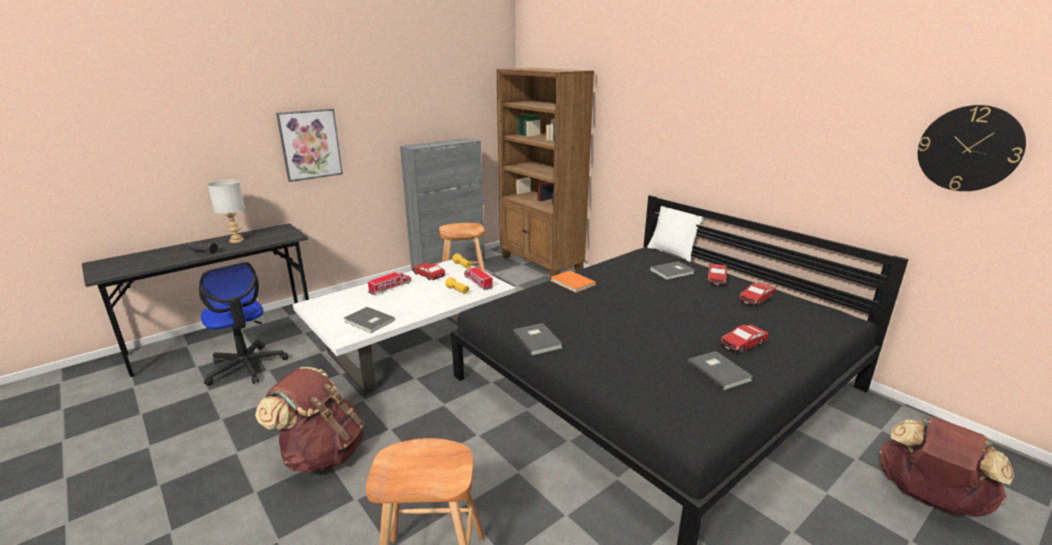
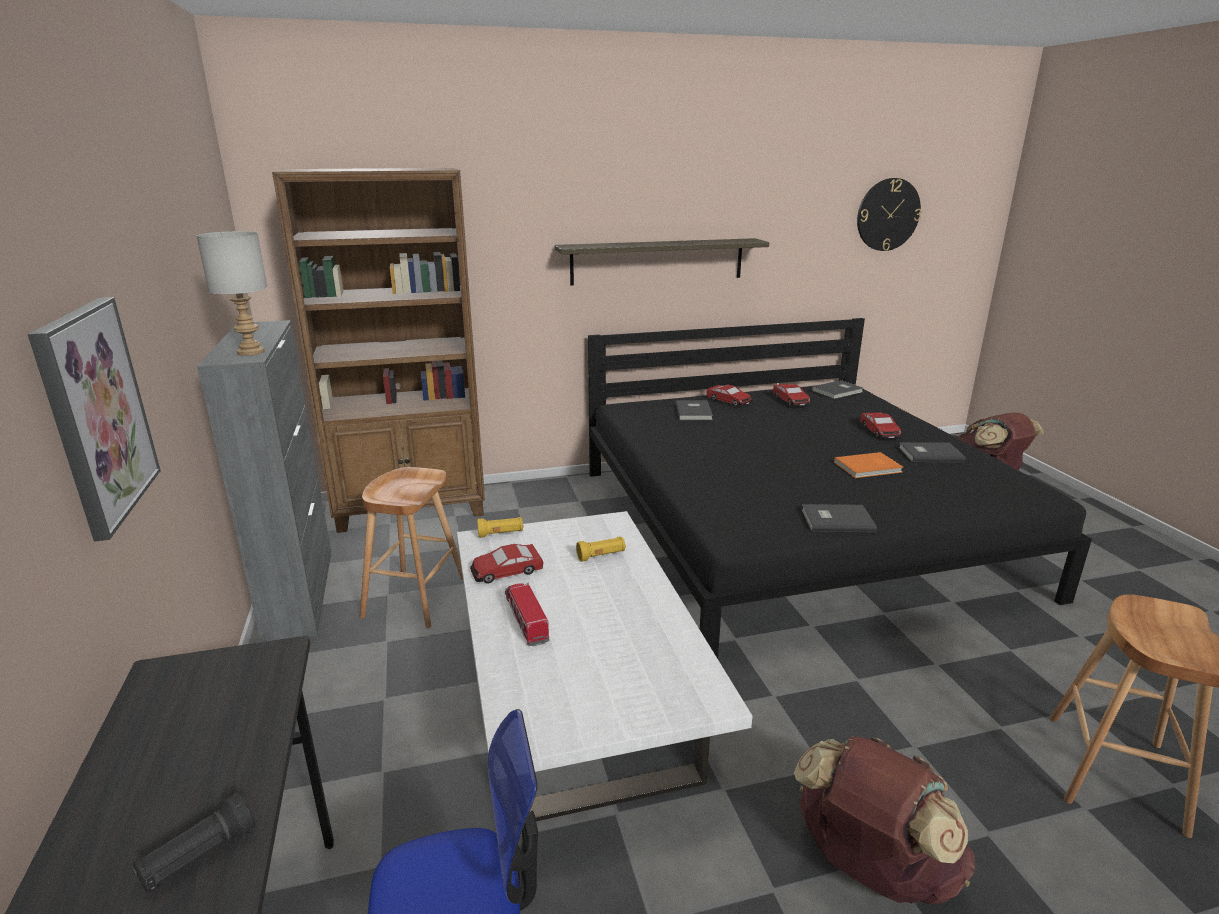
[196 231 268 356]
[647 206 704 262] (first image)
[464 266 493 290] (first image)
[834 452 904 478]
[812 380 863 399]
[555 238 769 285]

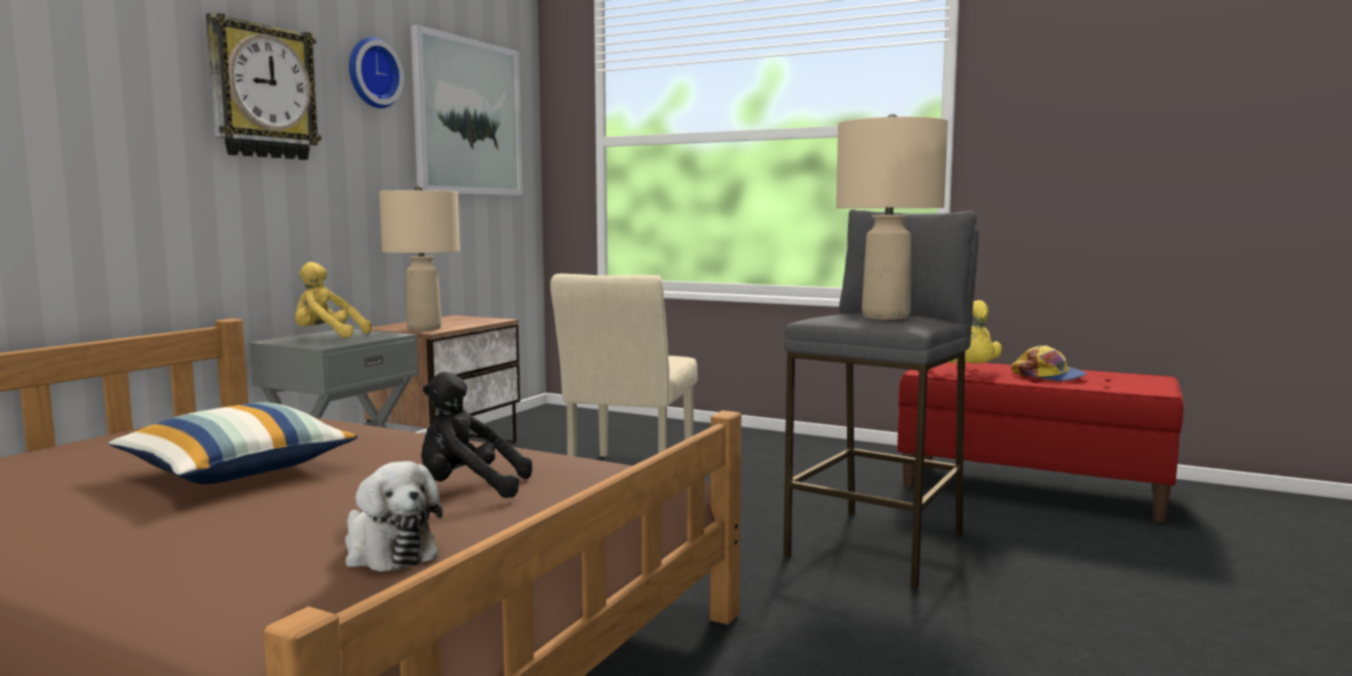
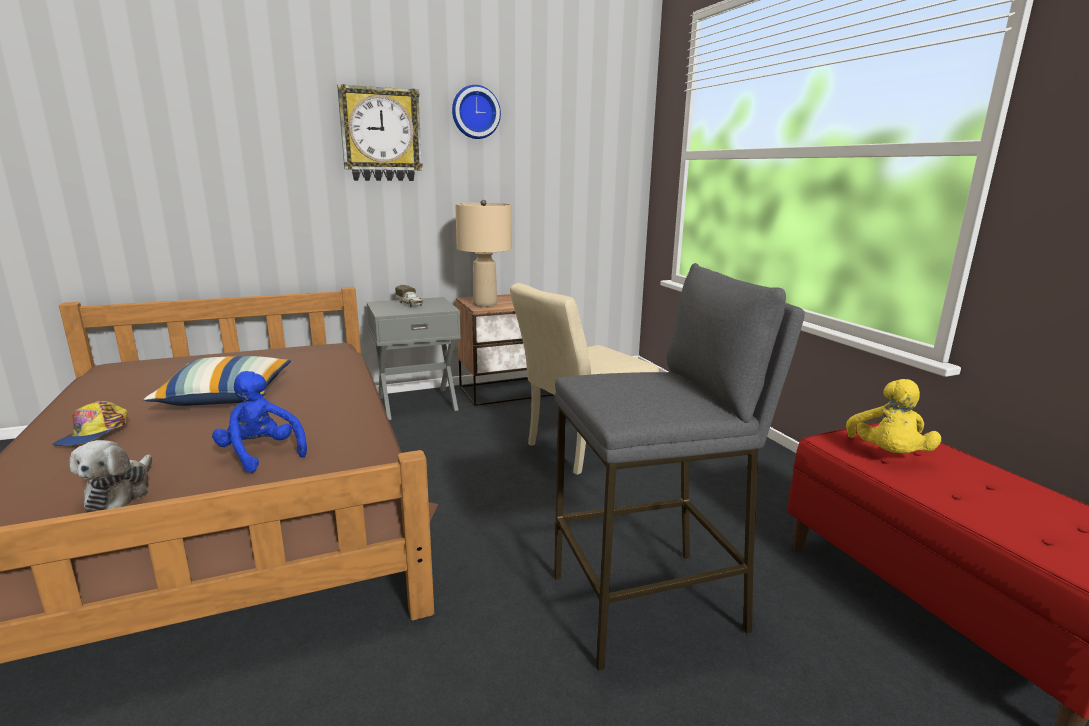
[411 25 523 195] (first image)
[836 114 948 320] (first image)
[395 285 424 307]
[52 401 128 446]
[212 371 307 473]

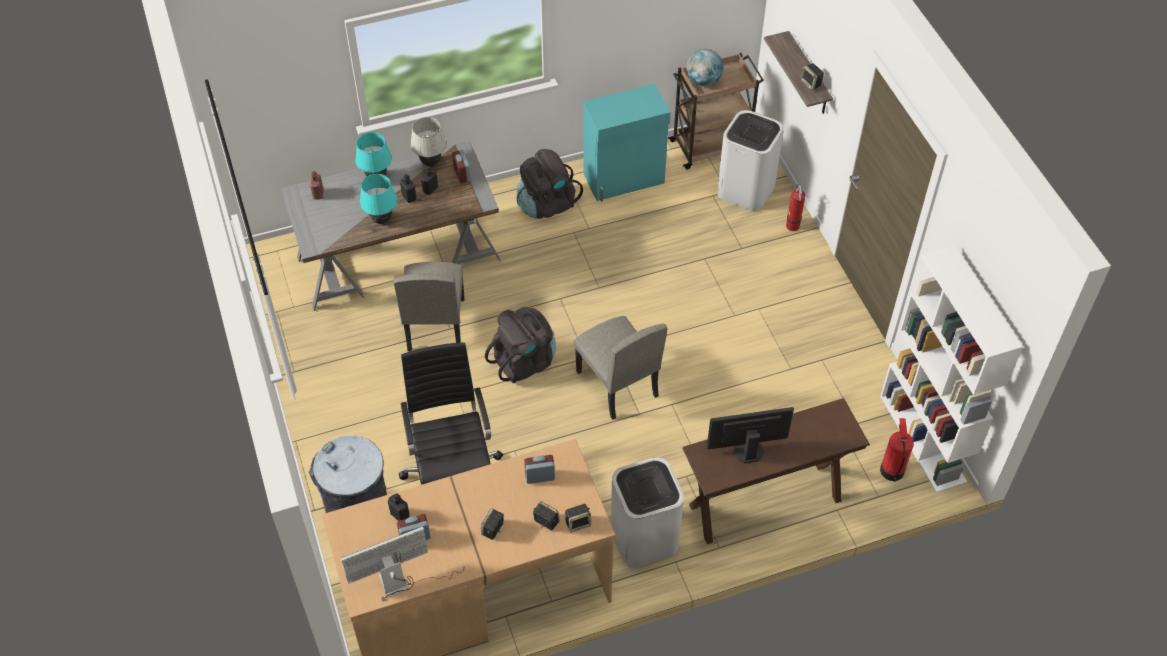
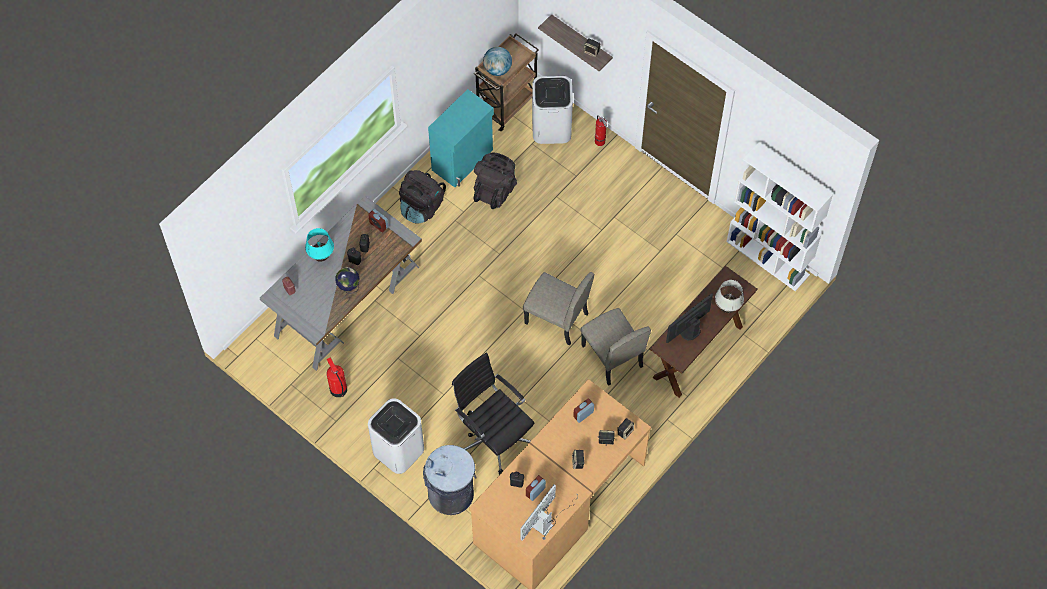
[715 280 744 313]
[335 267 359 293]
[580 308 651 386]
[474 152 517 209]
[327 357 347 397]
[368 398 424 474]

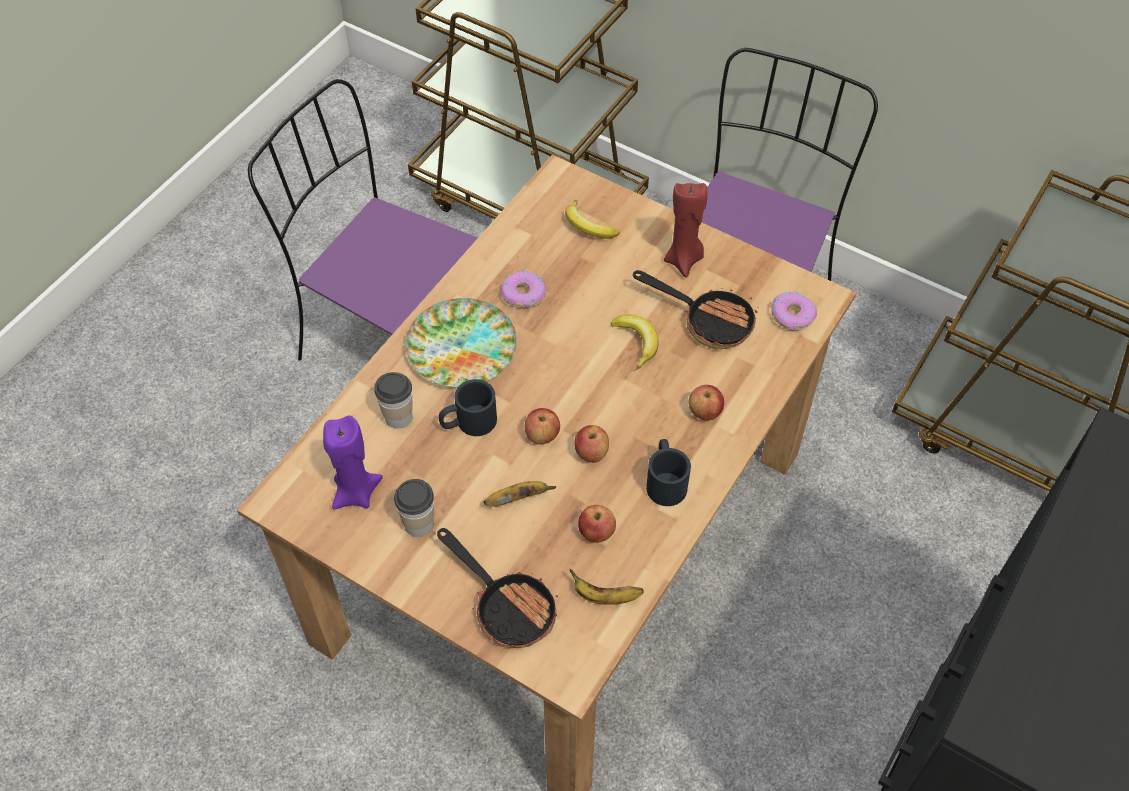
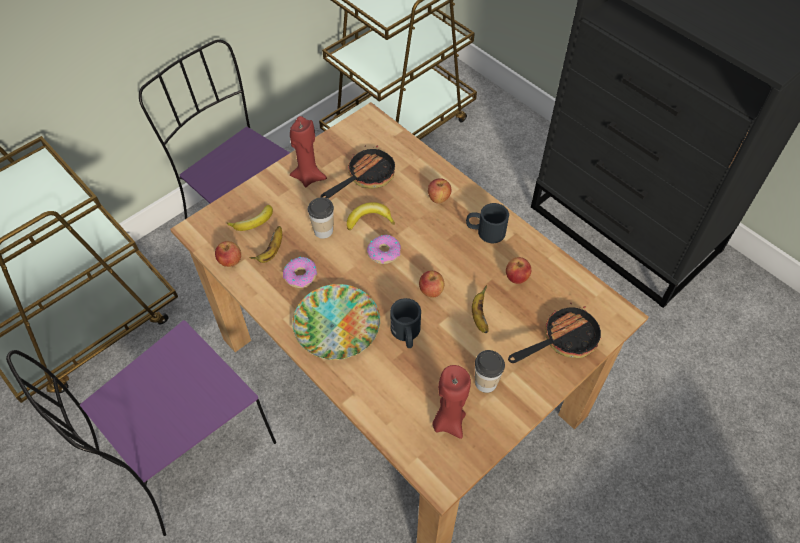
[367 235 401 264]
[308 197 334 239]
[432 365 471 439]
[215 241 241 267]
[250 226 282 263]

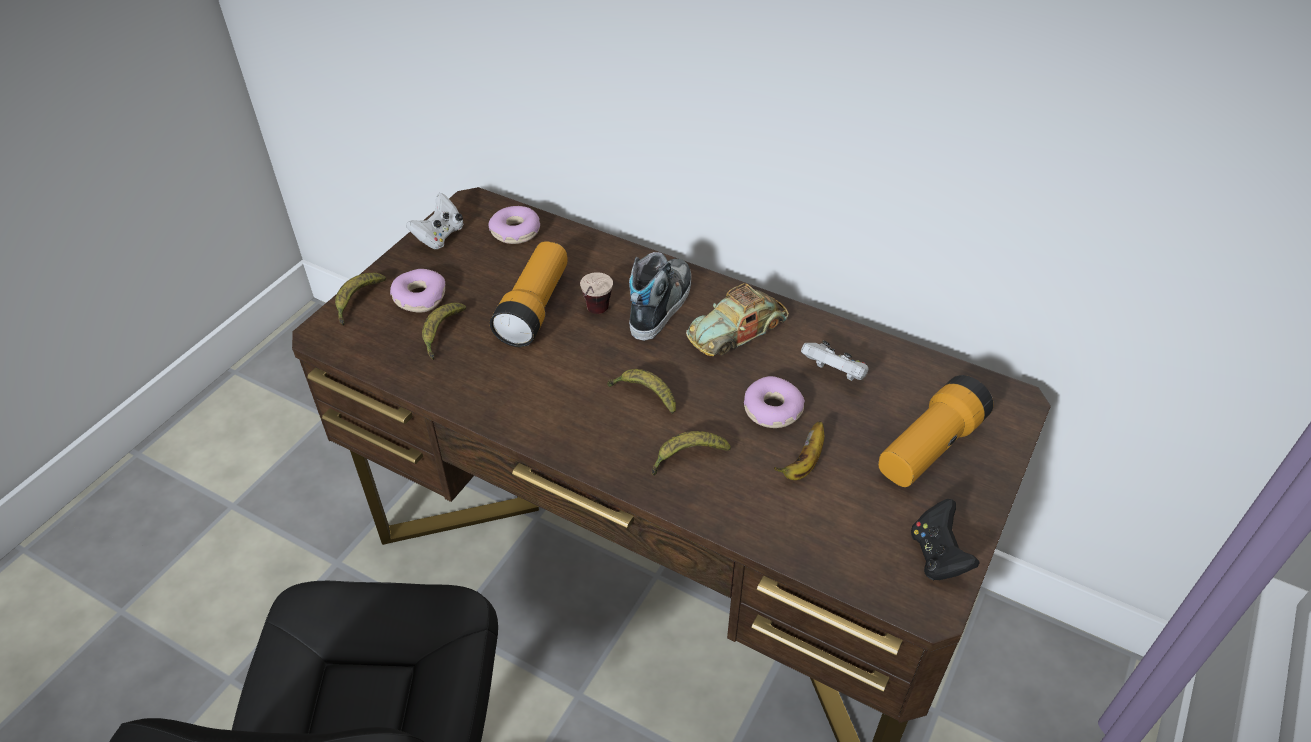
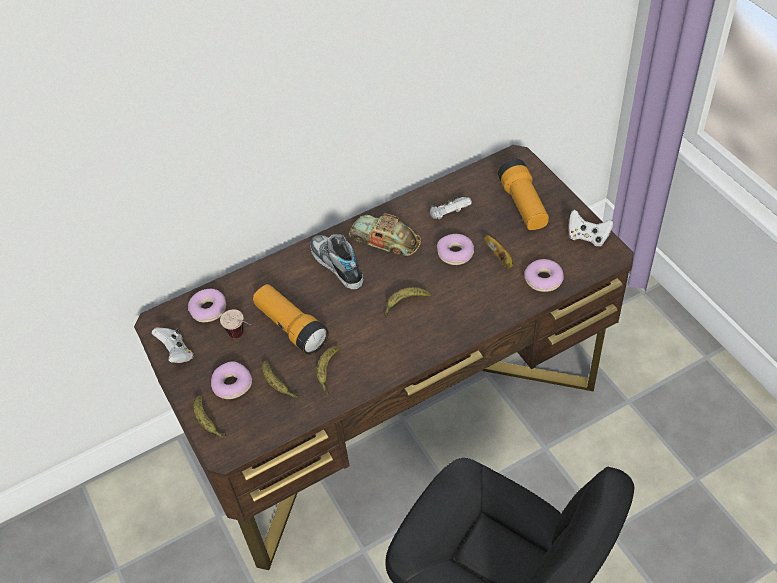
[220 309 251 338]
[349 213 421 257]
[317 346 340 394]
[569 210 613 247]
[524 259 564 292]

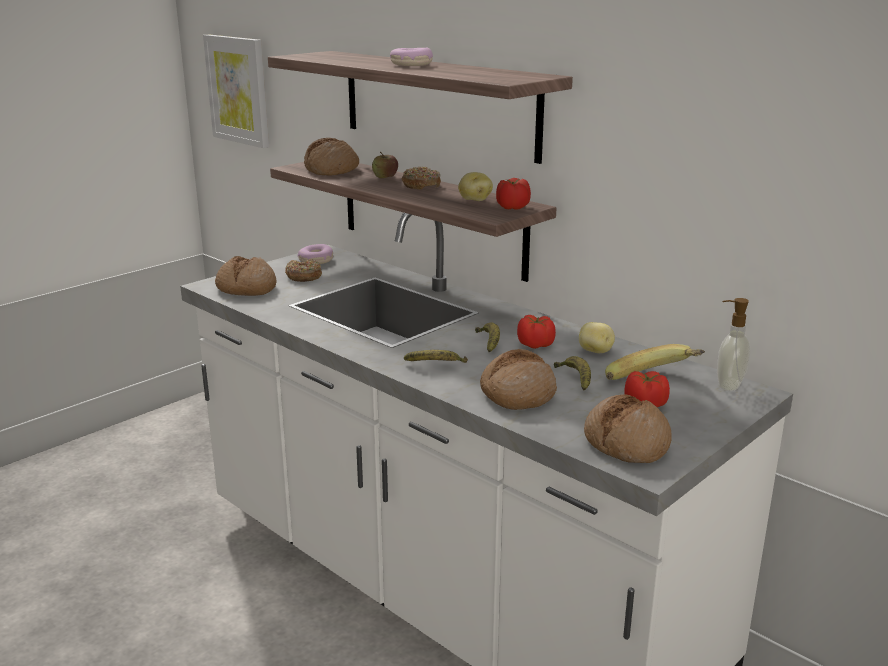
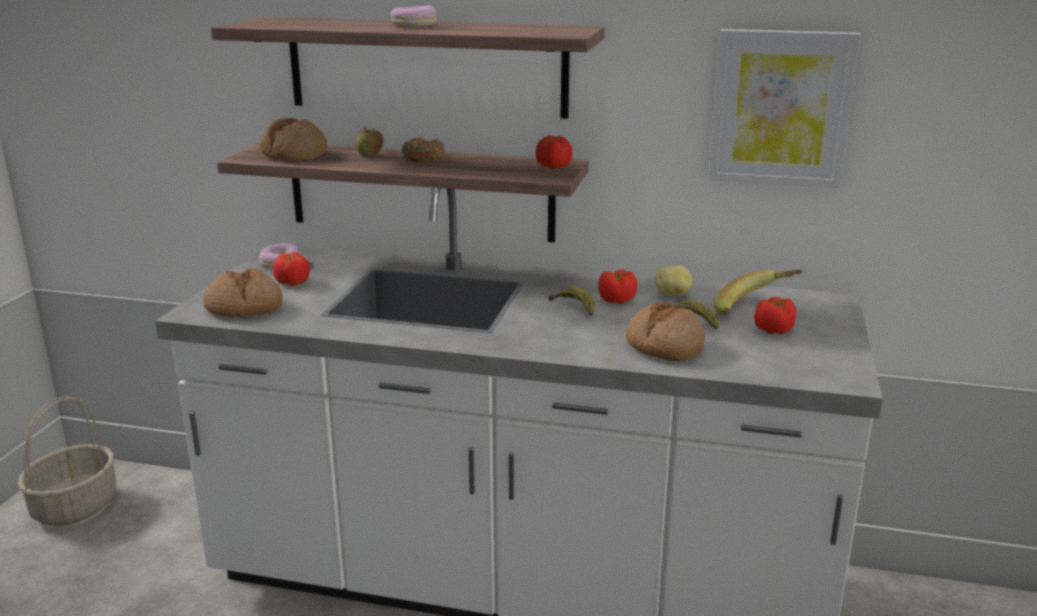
[708 29 861 188]
[458 172 493 201] (first image)
[273 252 310 286]
[717 298 750 391] (first image)
[404 350 468 363] (first image)
[584 395 672 463] (first image)
[18 396 116 526]

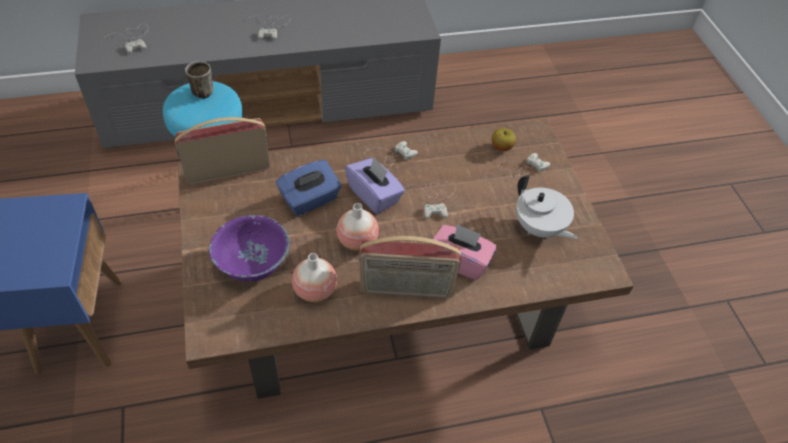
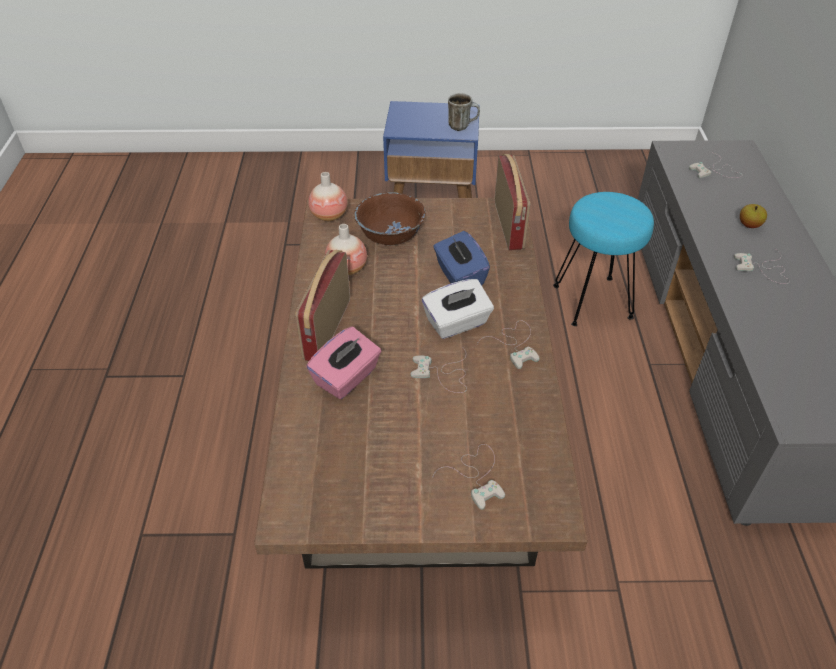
[448 93 480 131]
[740 204 767 228]
[422 279 494 339]
[516 175 578 239] (first image)
[308 172 347 221]
[354 192 426 246]

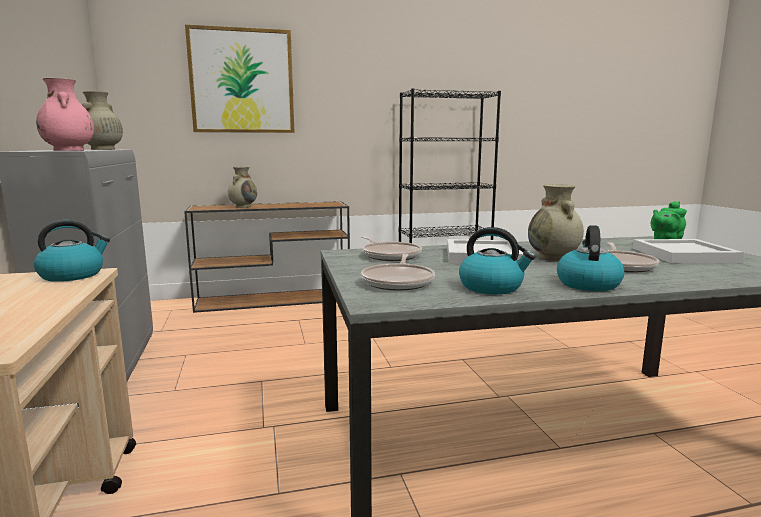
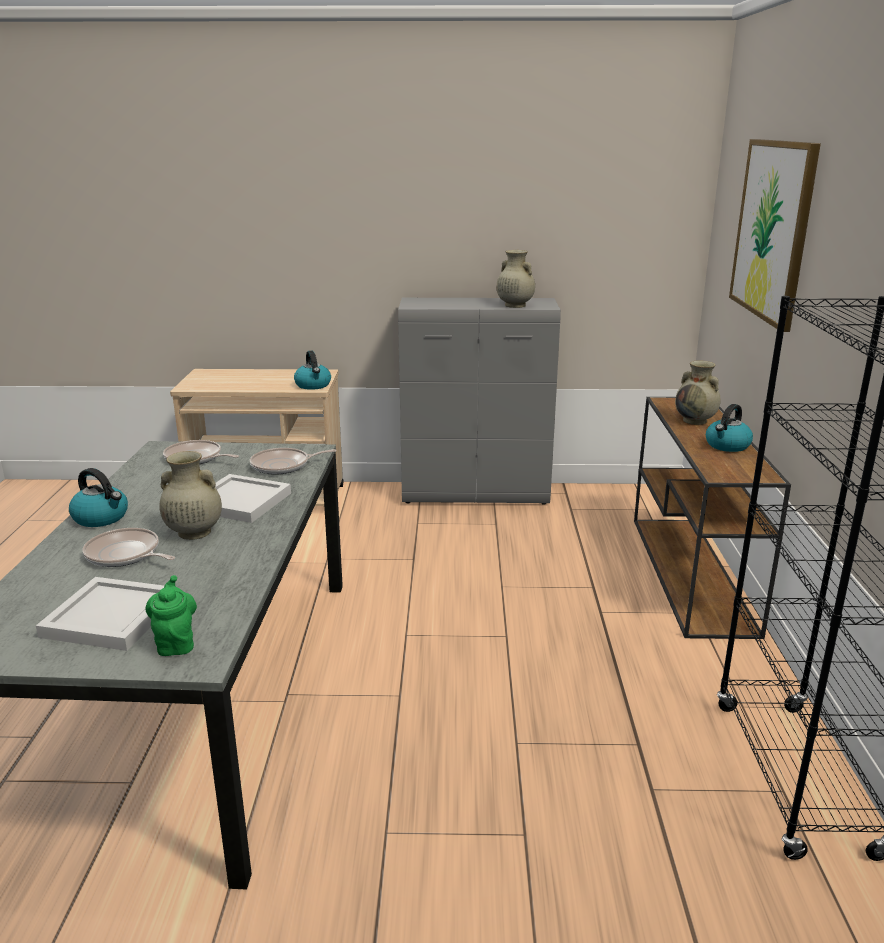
[36 78 94 151] (first image)
[706 404 753 452]

